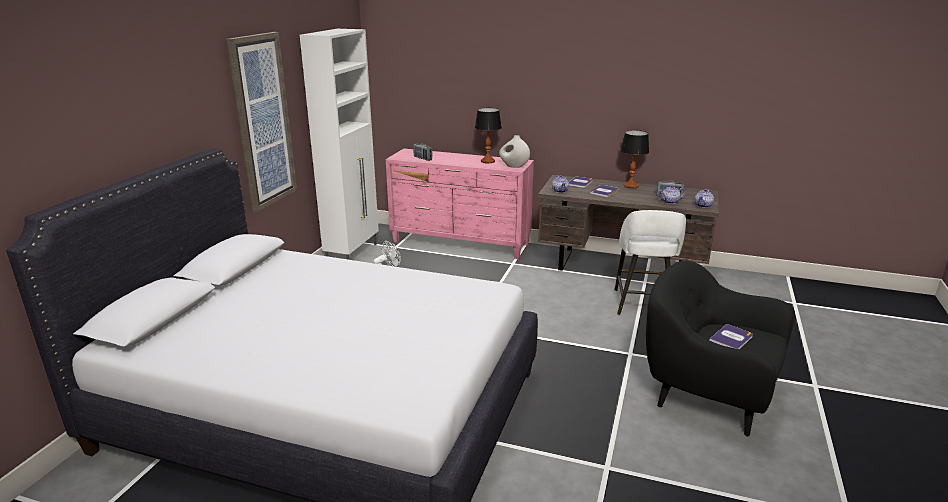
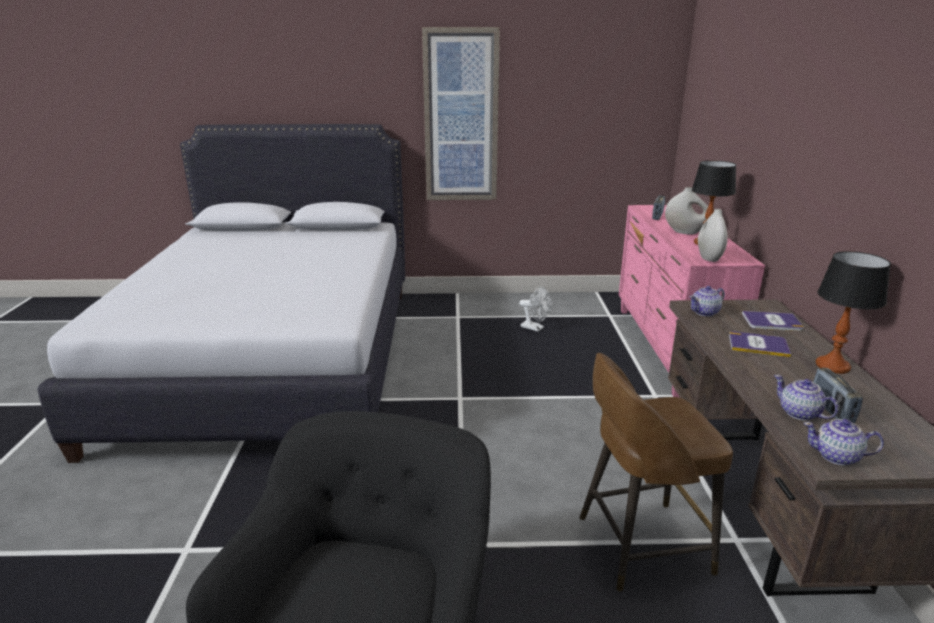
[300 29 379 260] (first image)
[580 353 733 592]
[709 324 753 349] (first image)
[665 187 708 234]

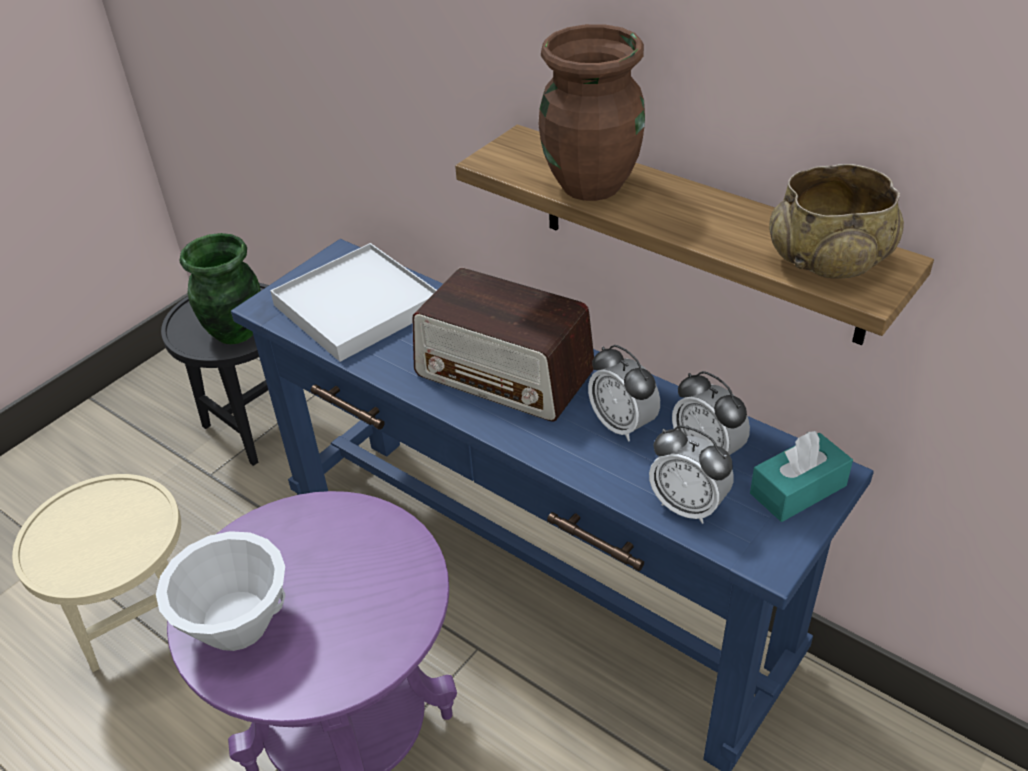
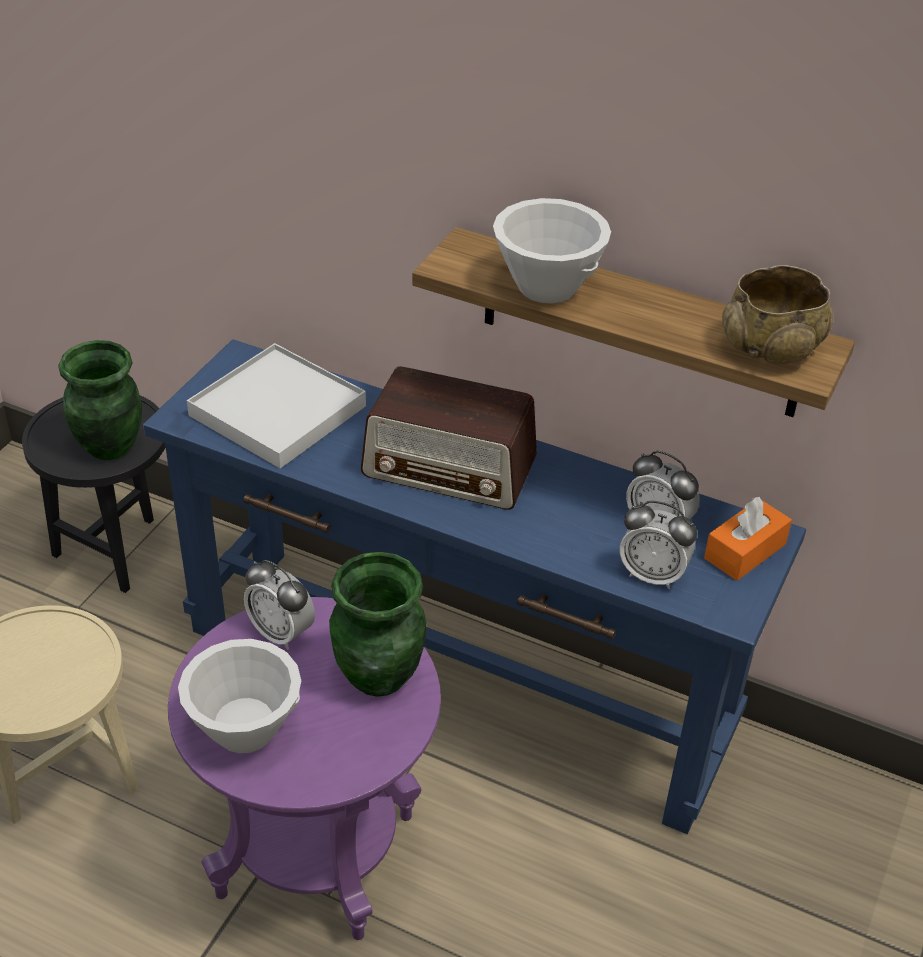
[493 198 611 303]
[244 560 315 650]
[704 497 792 581]
[329 551 427 697]

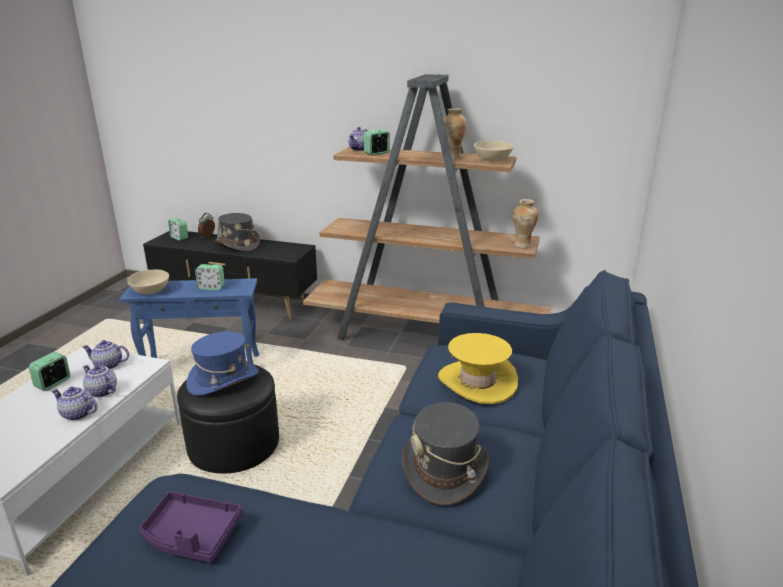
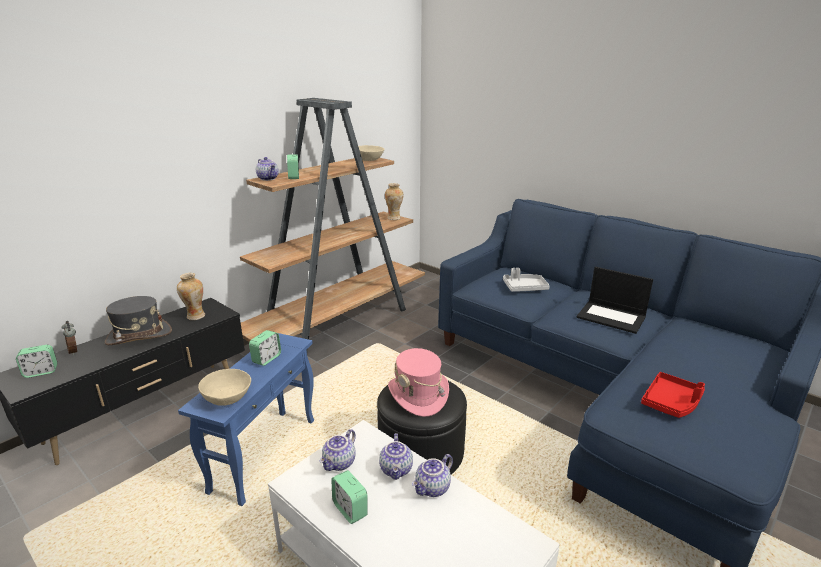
[177 273 205 320]
[388 348 449 417]
[503 268 550 292]
[379 433 413 480]
[577 267 653 334]
[641 372 705 418]

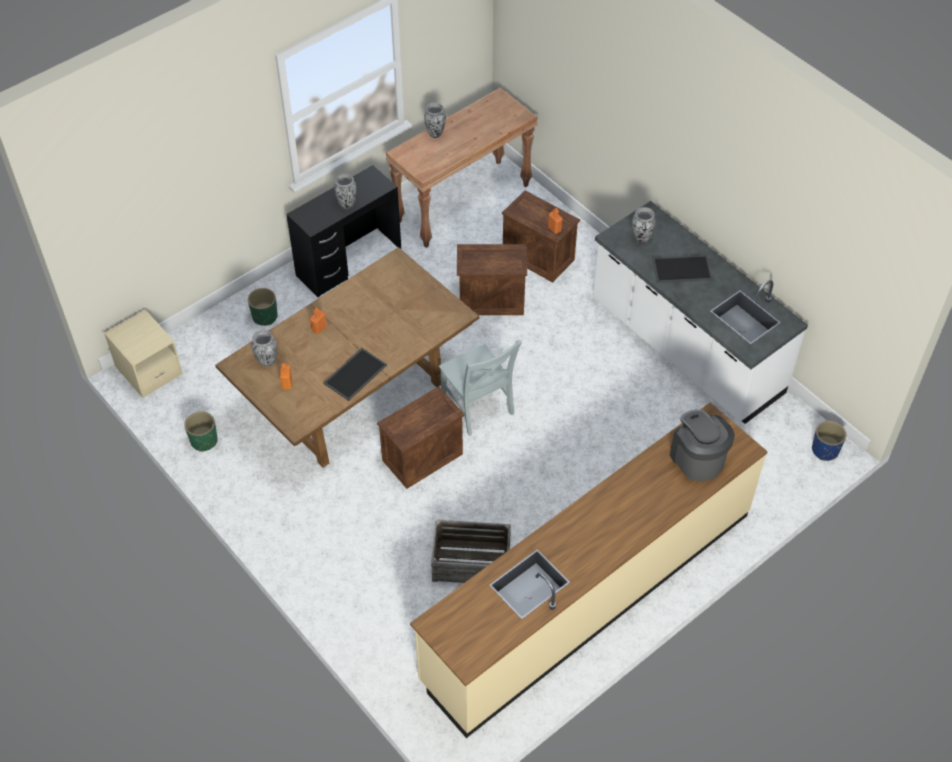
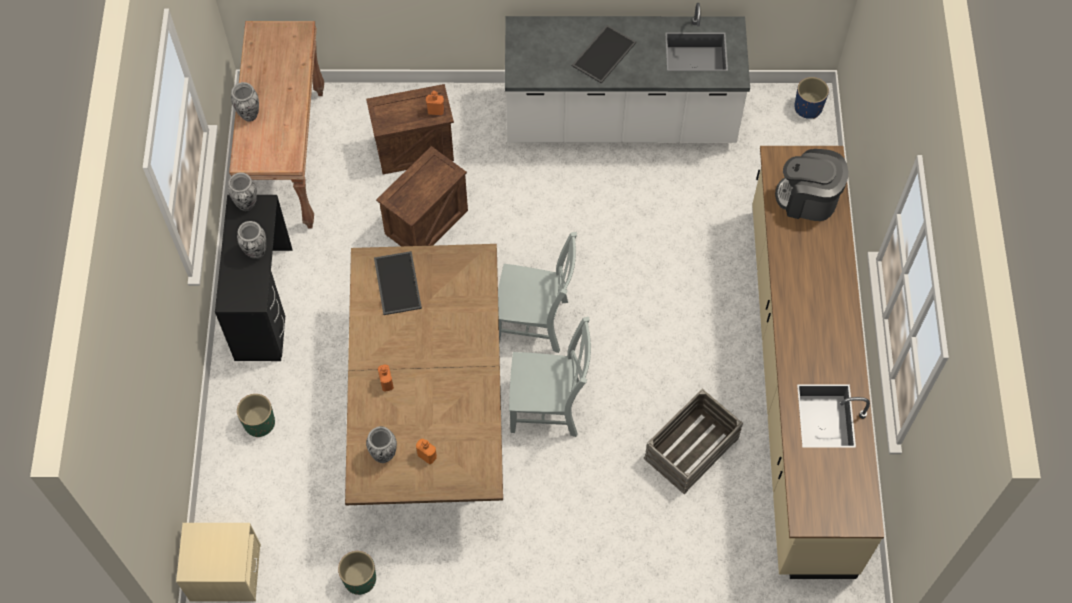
[228 172 257 211]
[374 251 422 315]
[509 317 591 437]

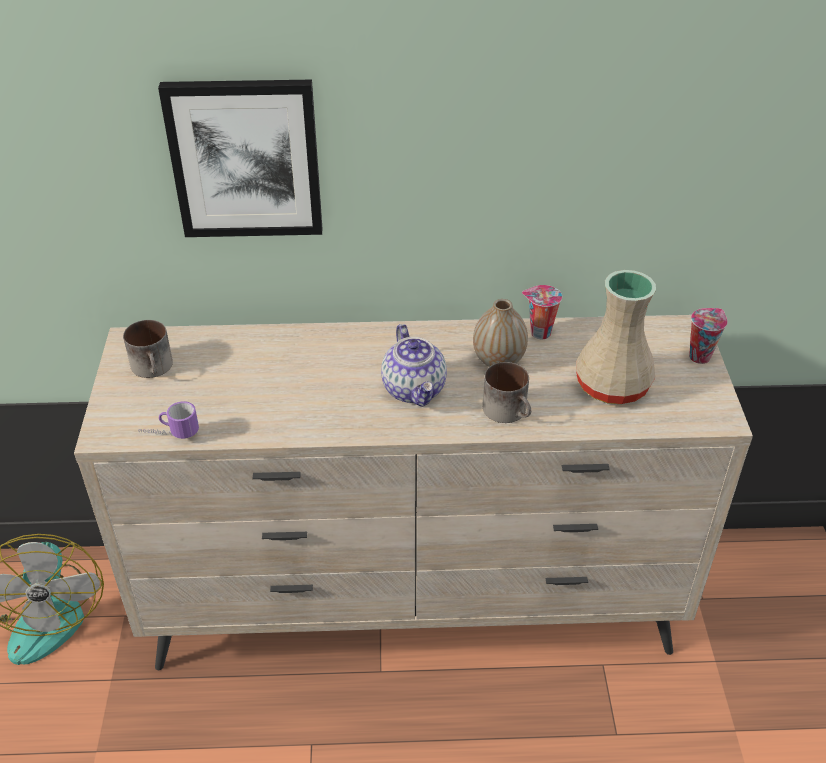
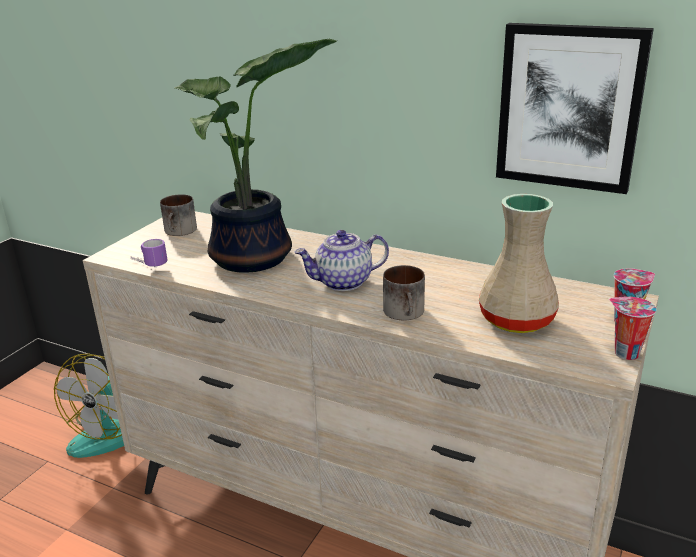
[496 23 654 194]
[609 297 657 360]
[473 299 528 367] (first image)
[294 230 389 291]
[174 39 338 273]

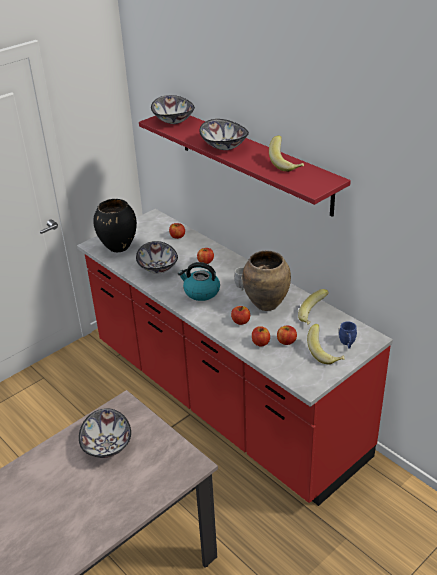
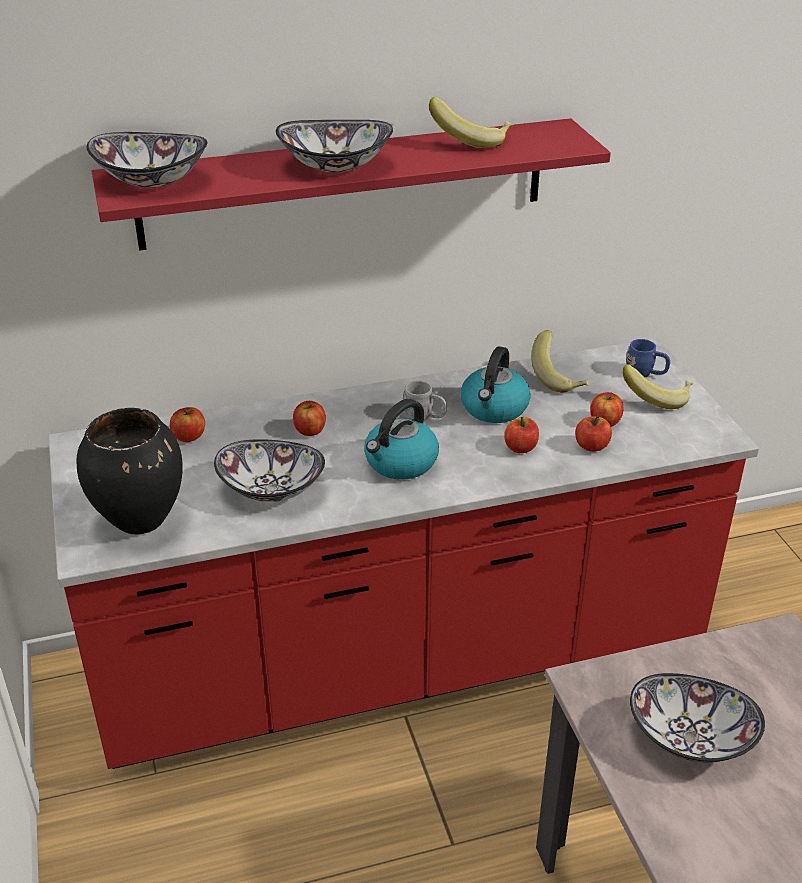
[460 346 531 423]

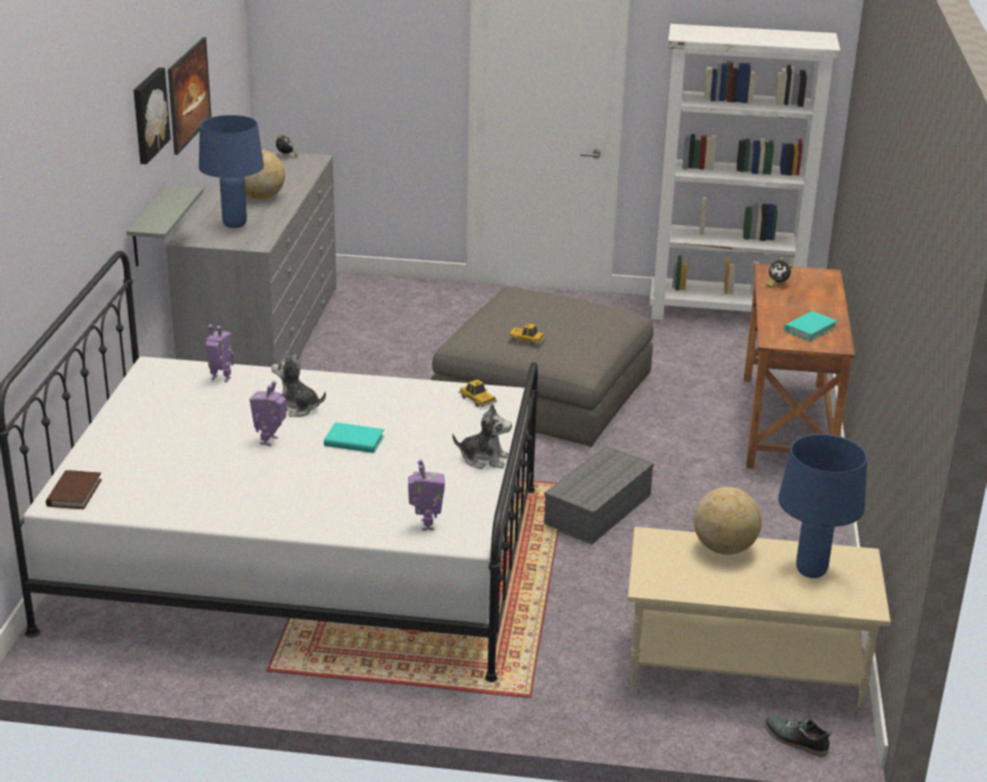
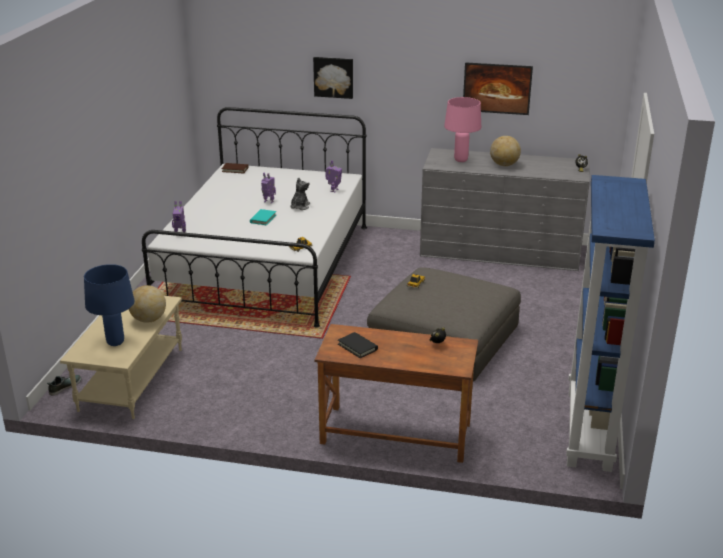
[566 175 655 472]
[313 57 353 99]
[444 97 481 162]
[126 185 204 266] (first image)
[338 332 378 358]
[452 403 512 469] (first image)
[544 446 654 545] (first image)

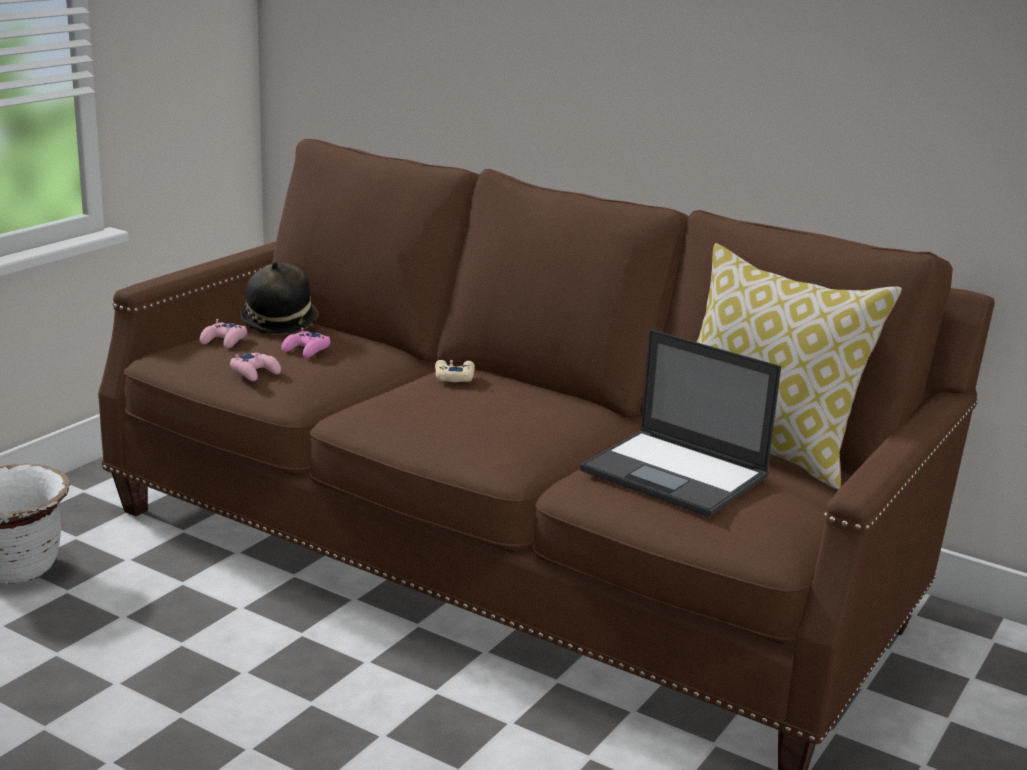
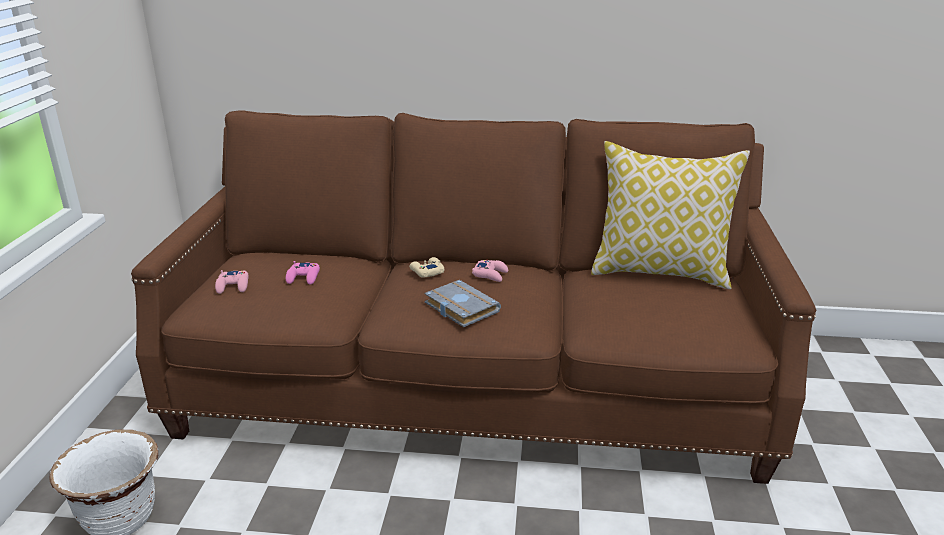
[240 261 318 335] (first image)
[580 329 781 517] (first image)
[472 260 508 282]
[424 280 501 327]

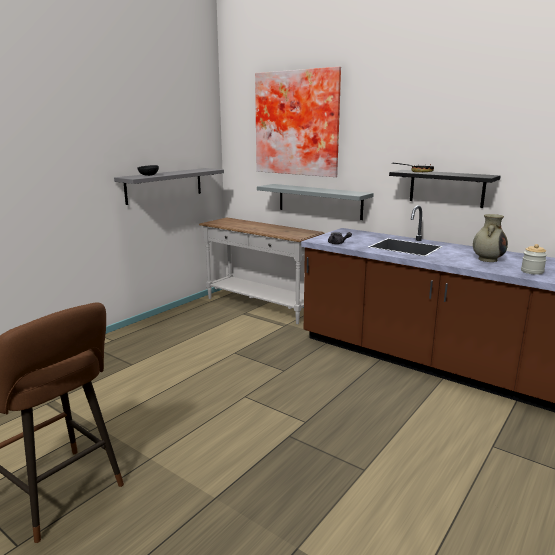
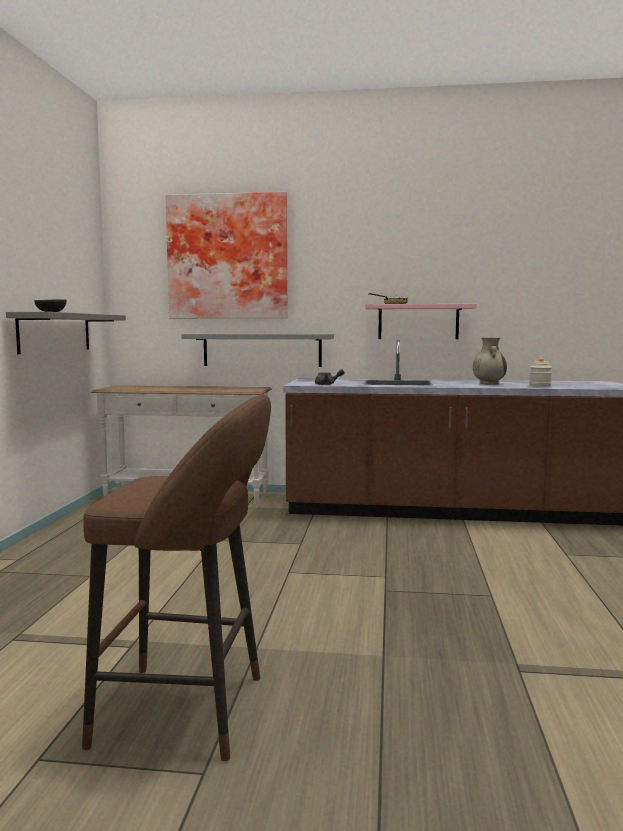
[365 304 477 339]

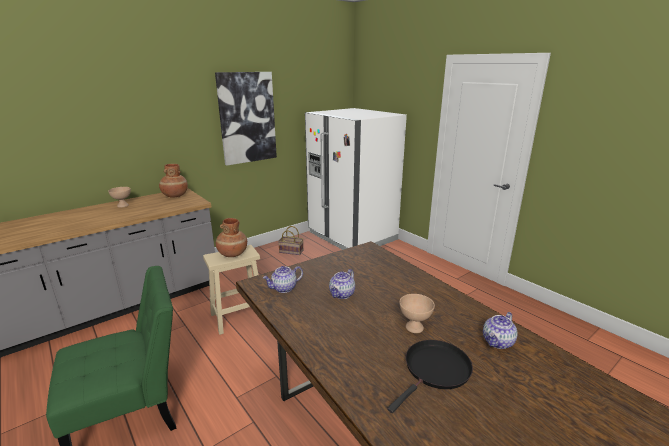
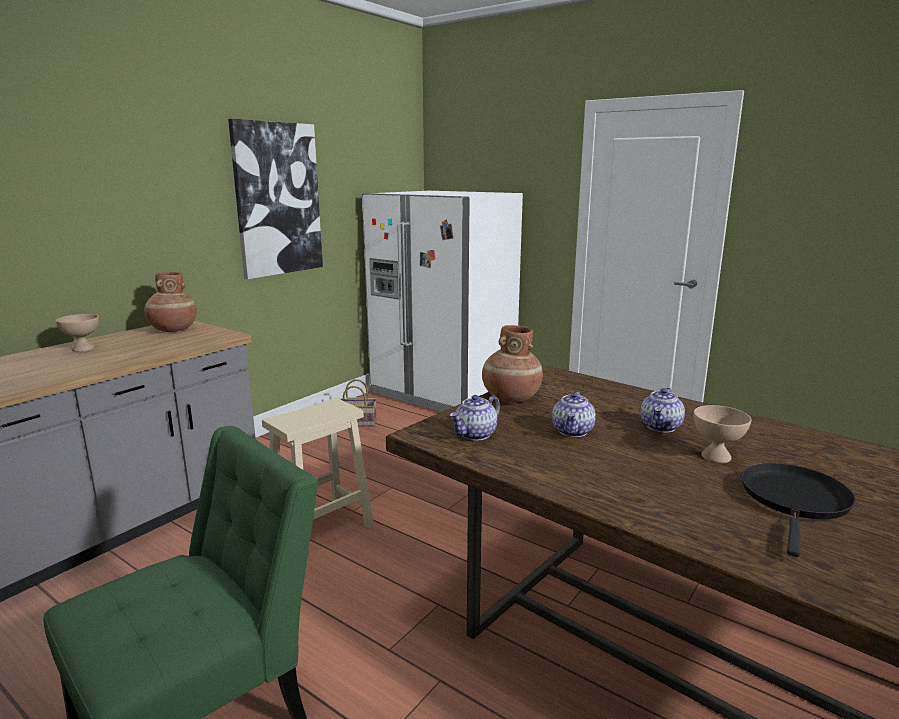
[482 325 543 403]
[641 388 685 432]

